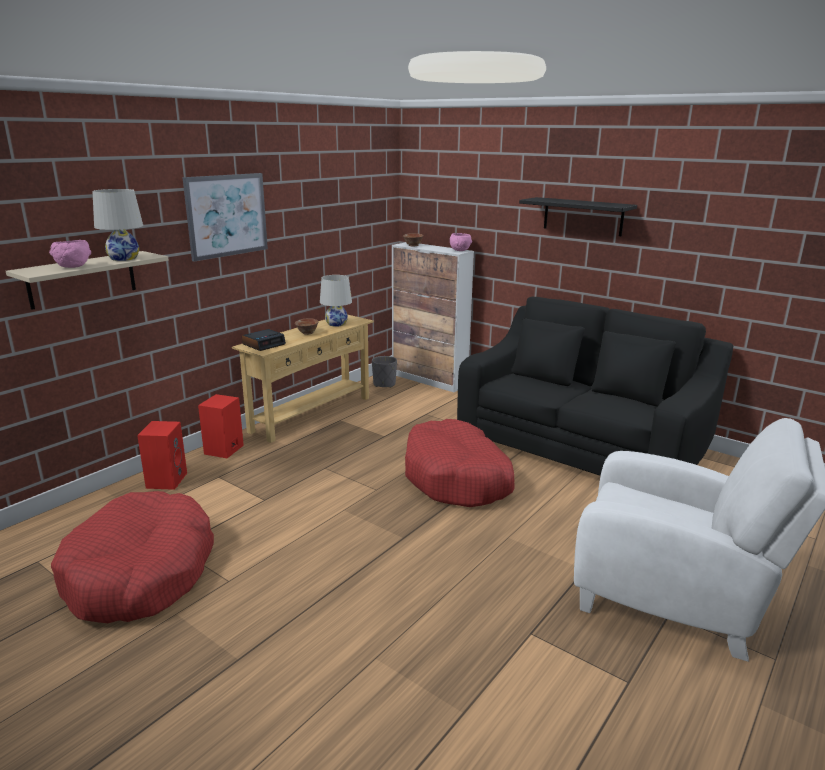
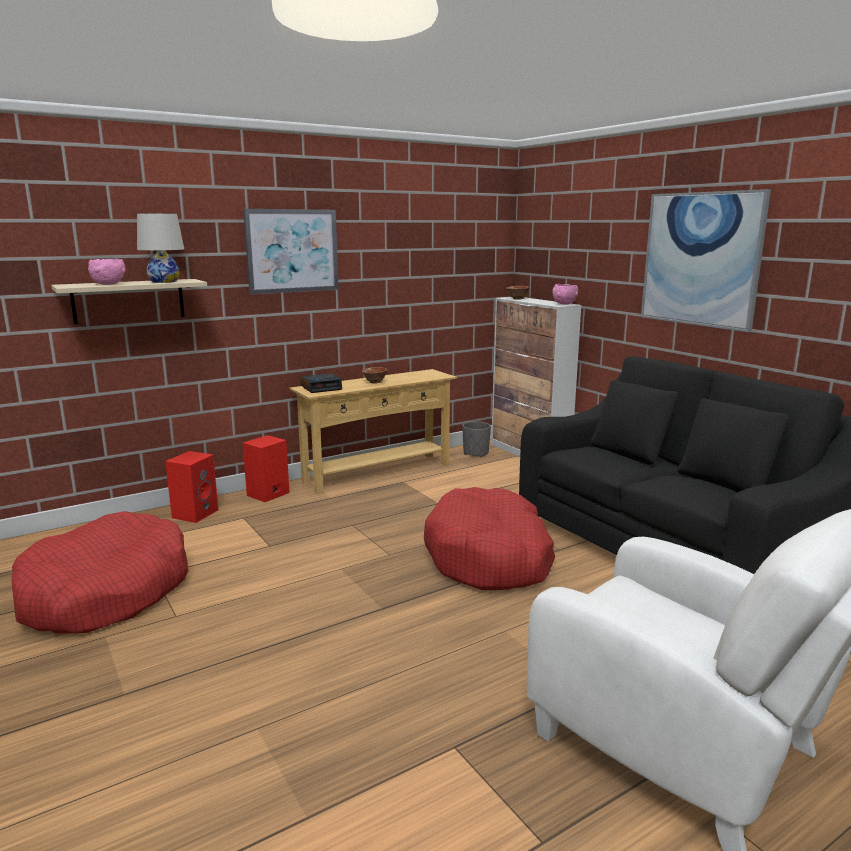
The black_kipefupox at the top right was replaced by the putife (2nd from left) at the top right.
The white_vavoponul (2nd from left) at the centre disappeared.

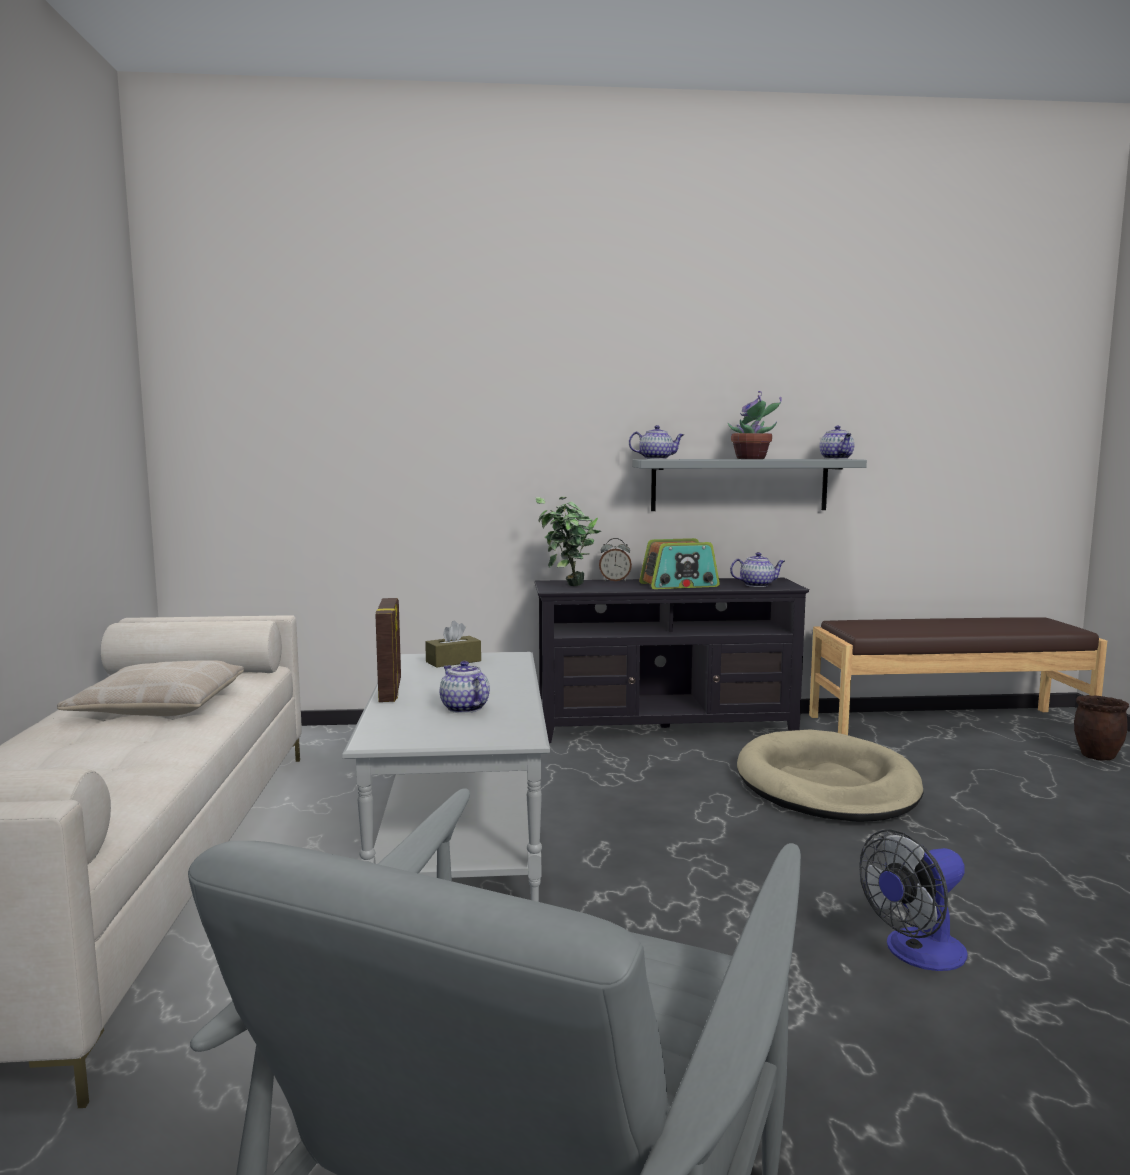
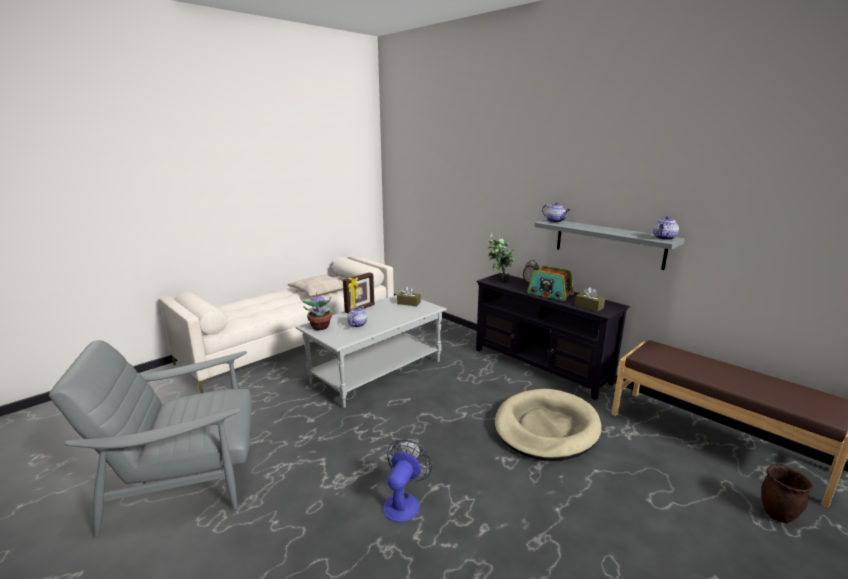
The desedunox (2nd from left in the first image) moved from the middle right to the centre.
The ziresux at the bottom right turned 90 degrees clockwise.
The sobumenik (3rd from left) at the middle right was replaced by the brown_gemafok (2nd from left) at the middle right.

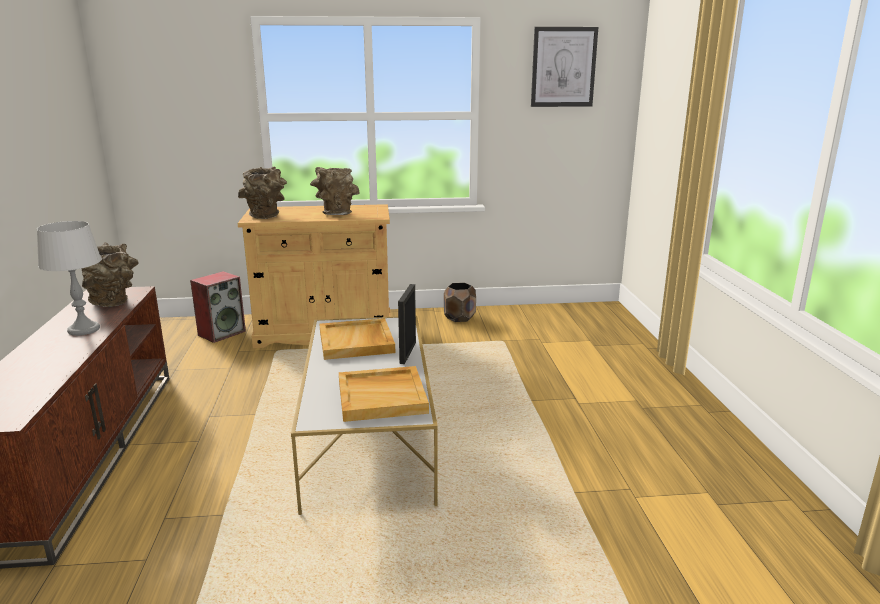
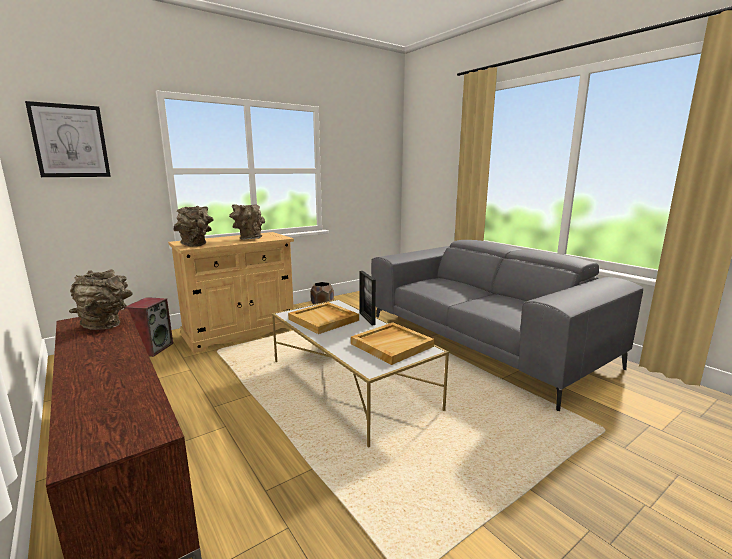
The putife moved from the top centre to the top left.
The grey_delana at the middle right appeared.
The grey_vavoponul at the middle left disappeared.

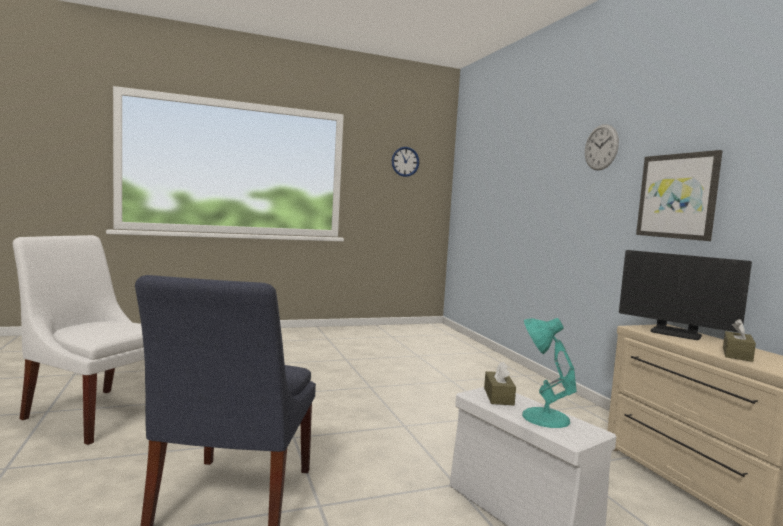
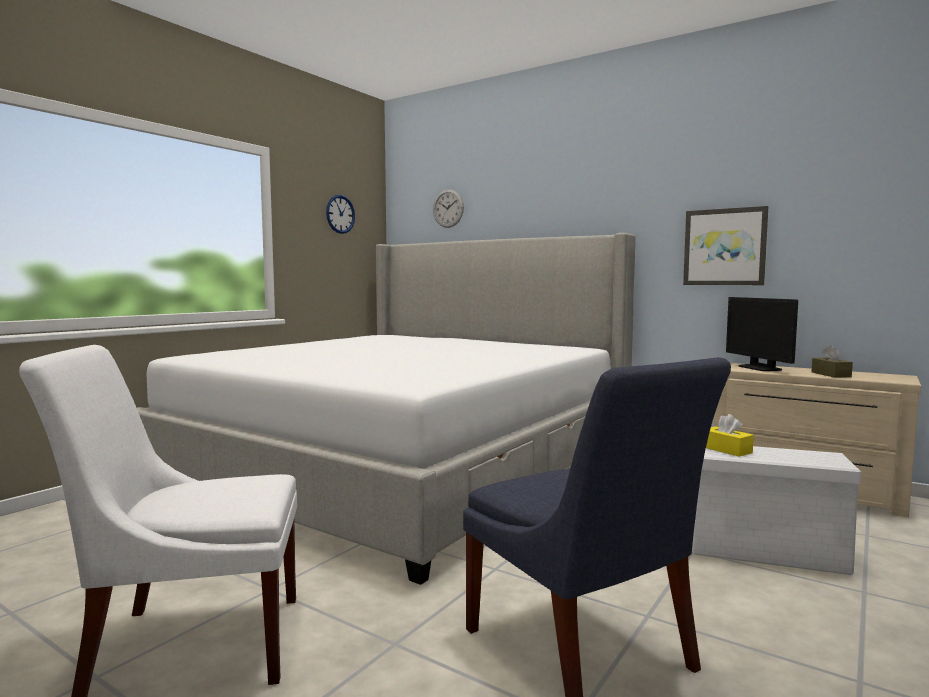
The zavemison at the centre appeared.
The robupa (2nd from left) moved from the top right to the top centre.
The brown_gemafok (1st from left) at the bottom centre became the yellow_gemafok at the middle right.
The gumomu at the middle right turned 75 degrees clockwise.
The turquoise_vavoponul at the bottom right disappeared.

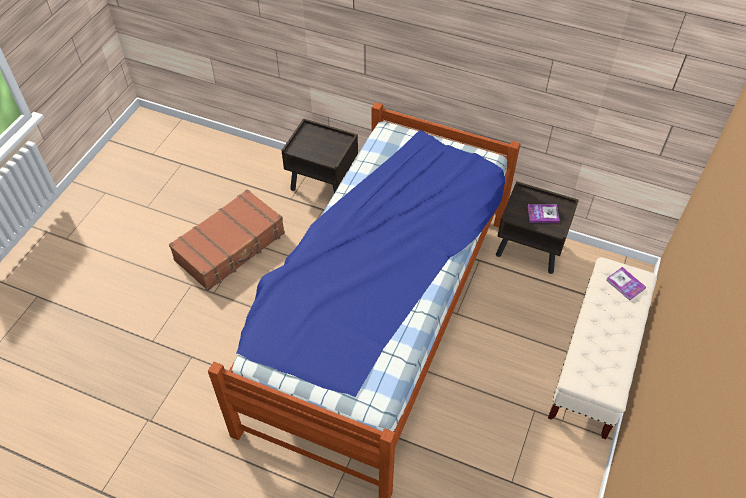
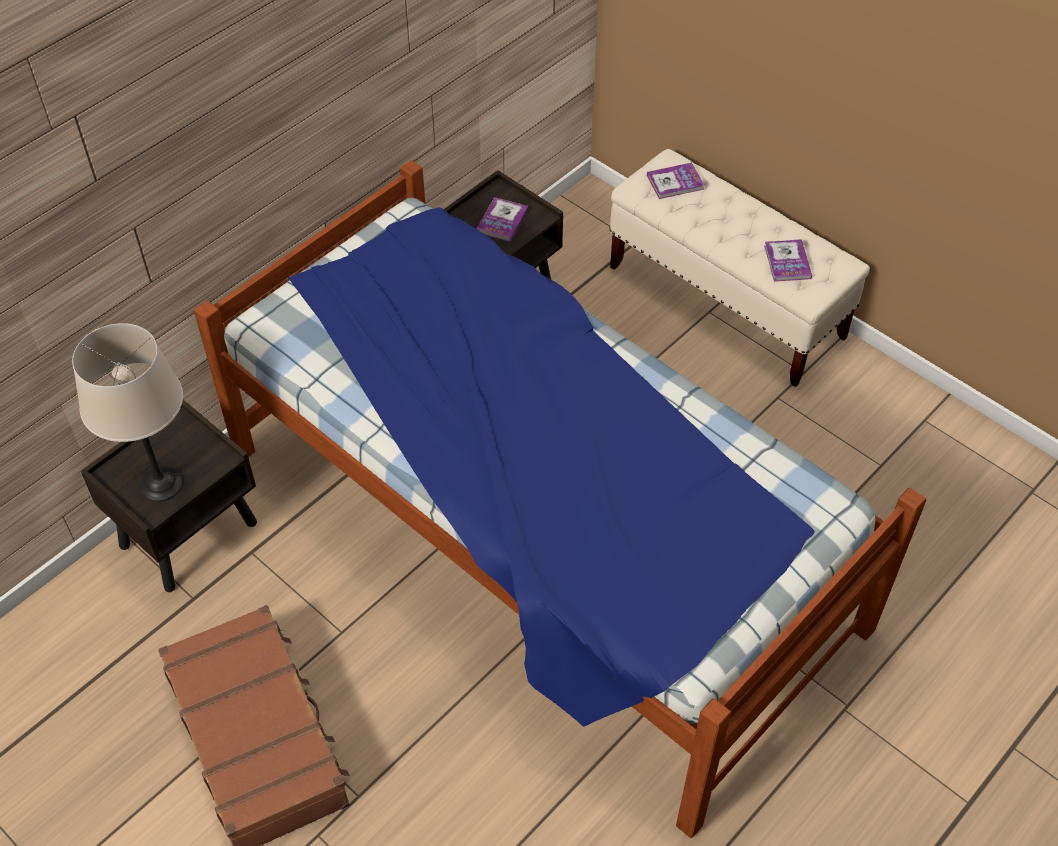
The beige_vavoponul at the middle left appeared.
The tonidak (3rd from left) at the top right appeared.

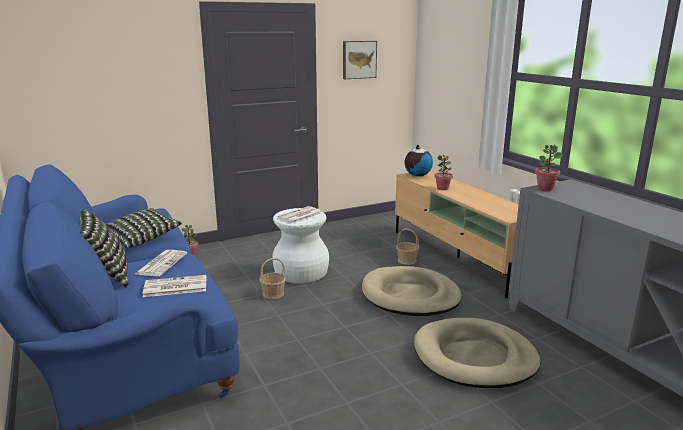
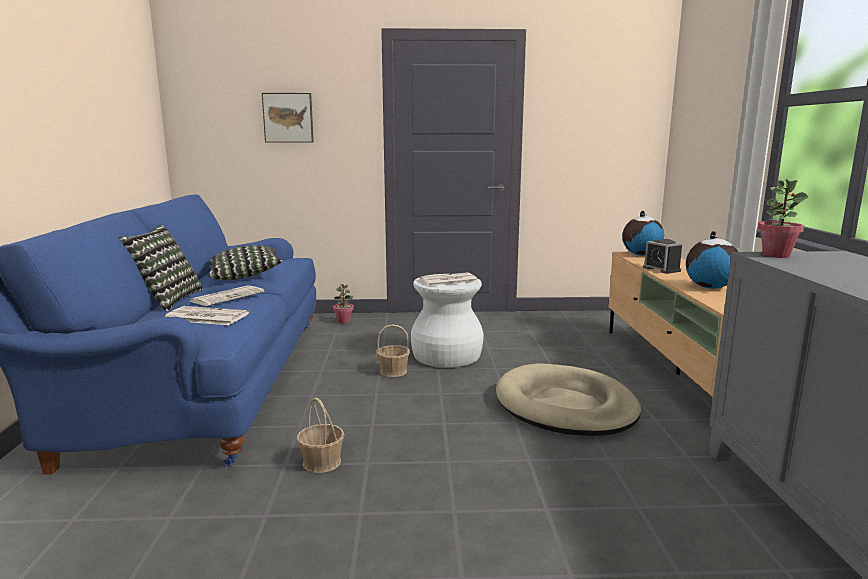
The putife moved from the top centre to the top left.
The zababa (2nd from left in the first image) moved from the centre to the bottom centre.
The desedunox (2nd from left) at the centre was replaced by the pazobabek at the middle right.
The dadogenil (2nd from left) at the middle right appeared.
The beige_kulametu (2nd from left) at the bottom right disappeared.

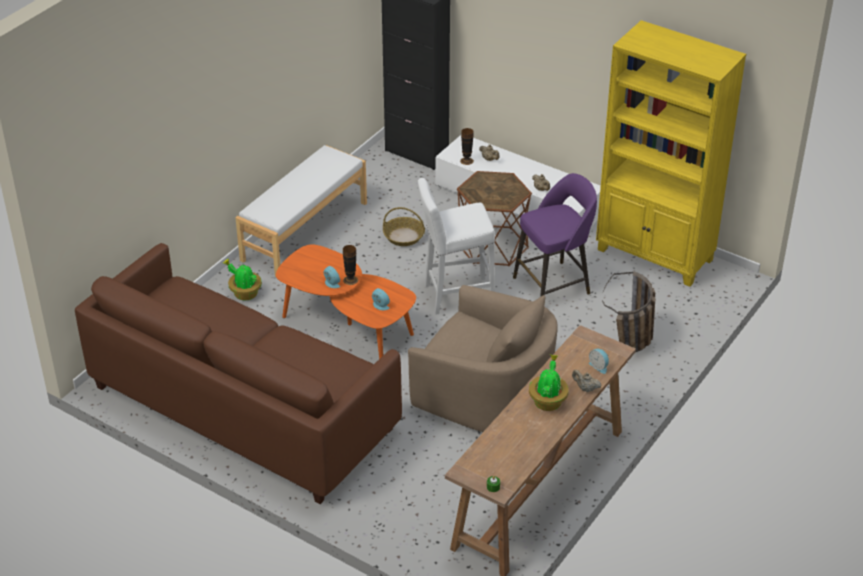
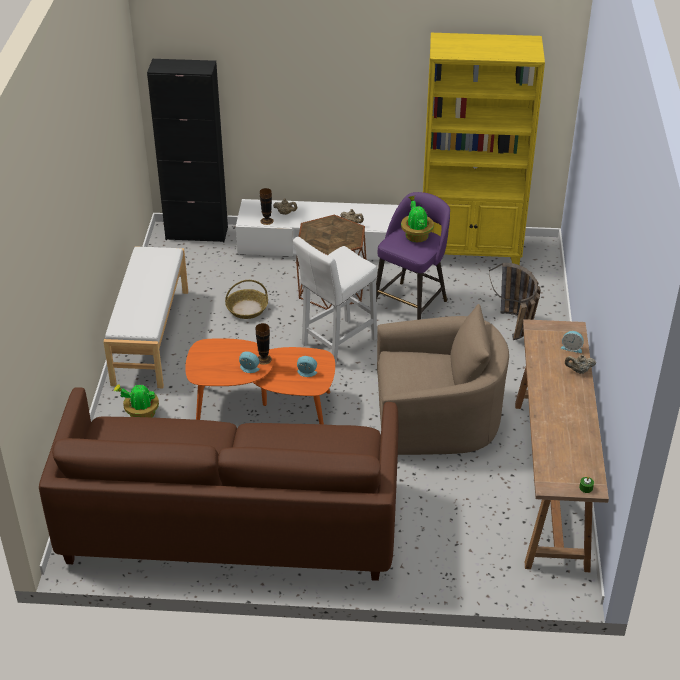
The desedunox (2nd from left) moved from the centre to the top centre.

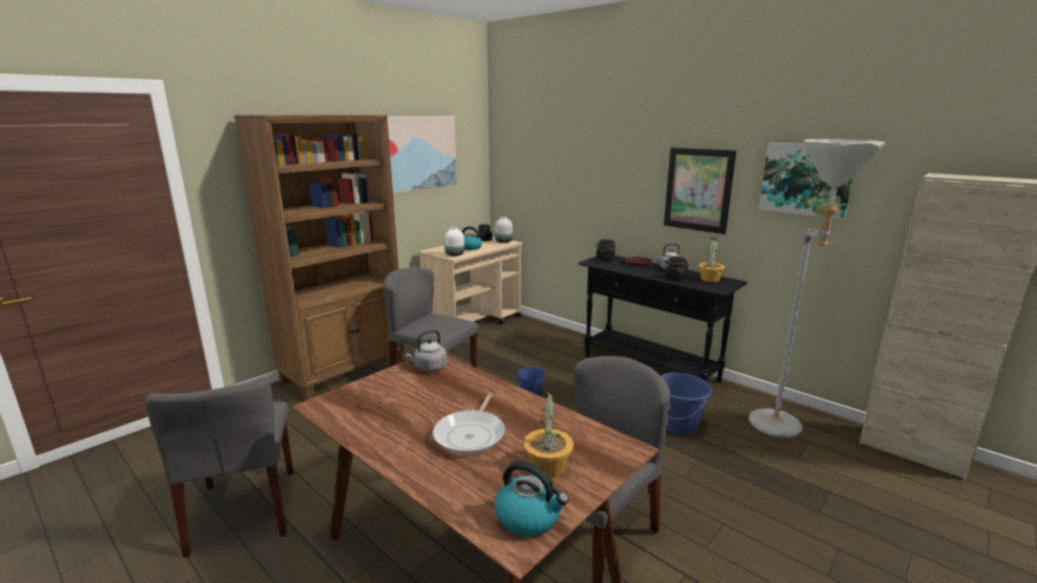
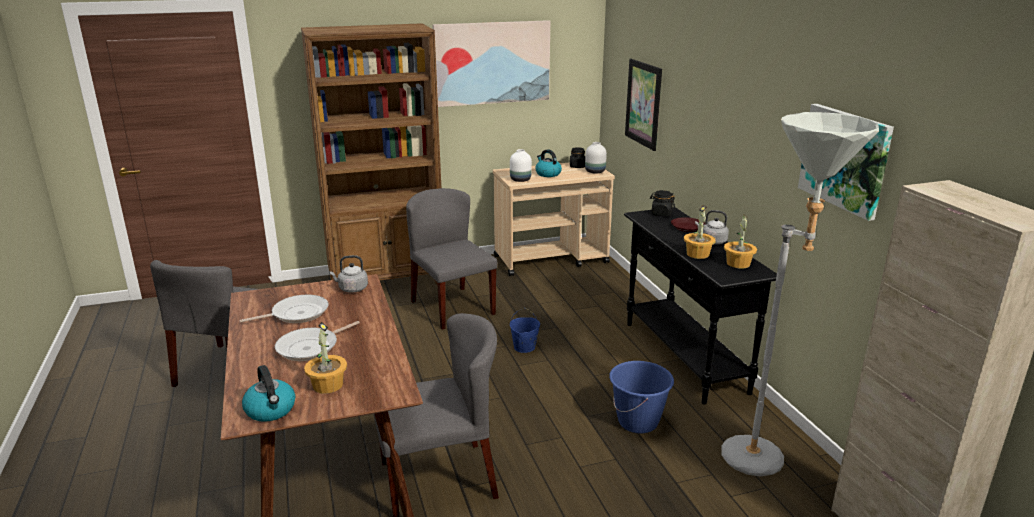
The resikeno (1st from left) at the middle left appeared.
The putife (2nd from left) moved from the top right to the top centre.
The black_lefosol (3rd from left) at the centre was replaced by the desedunox (2nd from left) at the middle right.

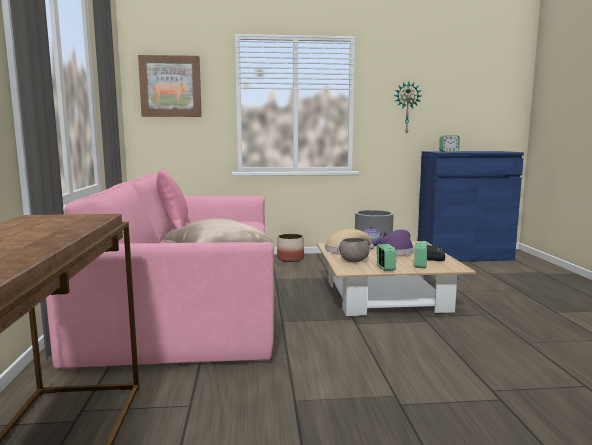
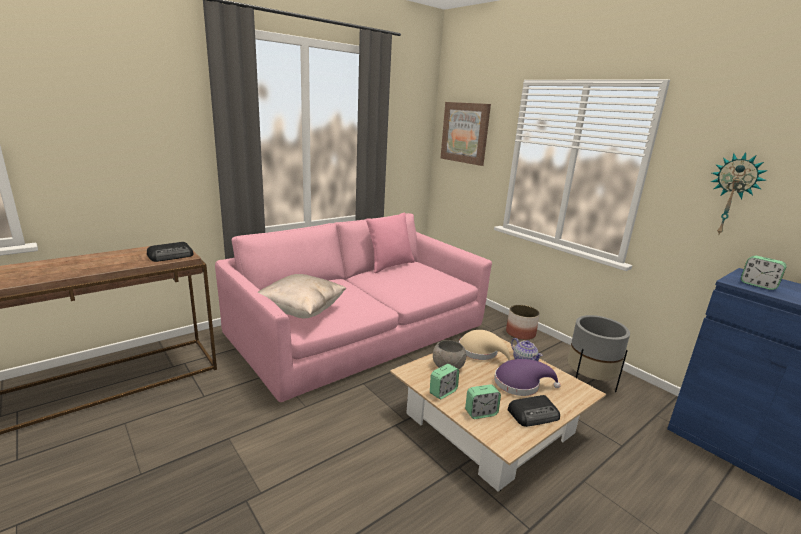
The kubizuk (1st from left) at the middle left appeared.

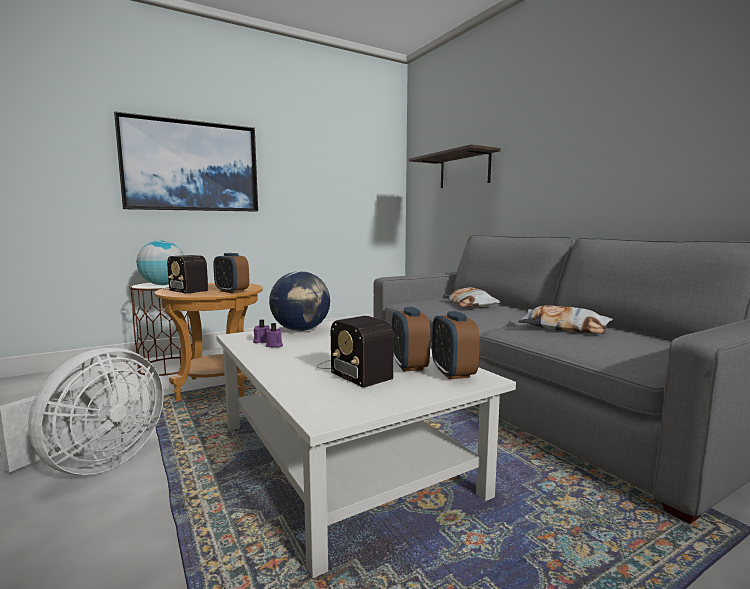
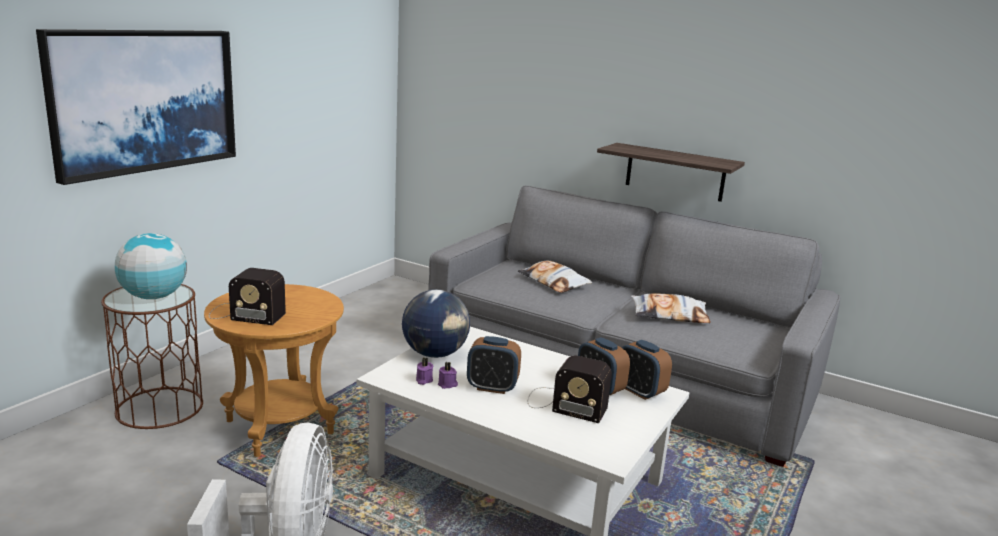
The pazobabek (1st from left) moved from the middle left to the bottom centre.
The kipefupox moved from the top centre to the top right.

